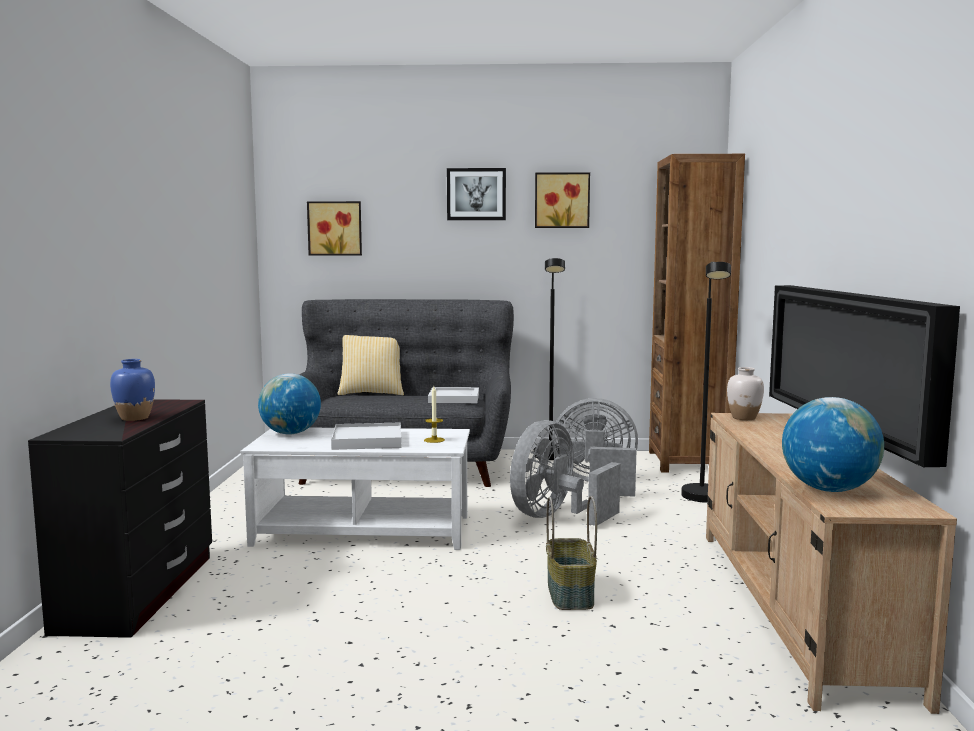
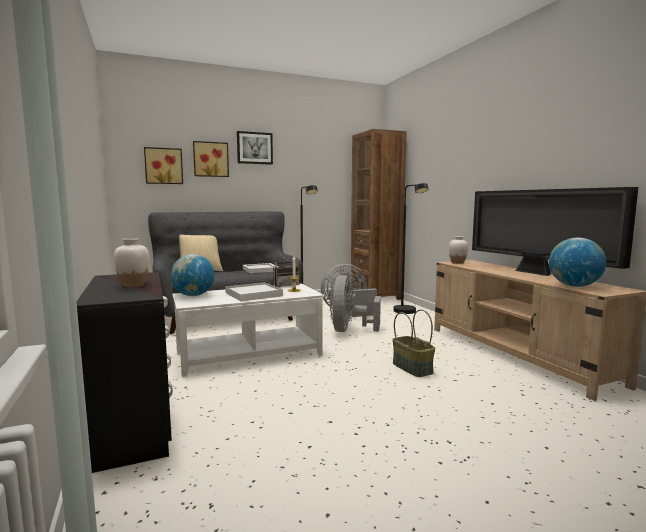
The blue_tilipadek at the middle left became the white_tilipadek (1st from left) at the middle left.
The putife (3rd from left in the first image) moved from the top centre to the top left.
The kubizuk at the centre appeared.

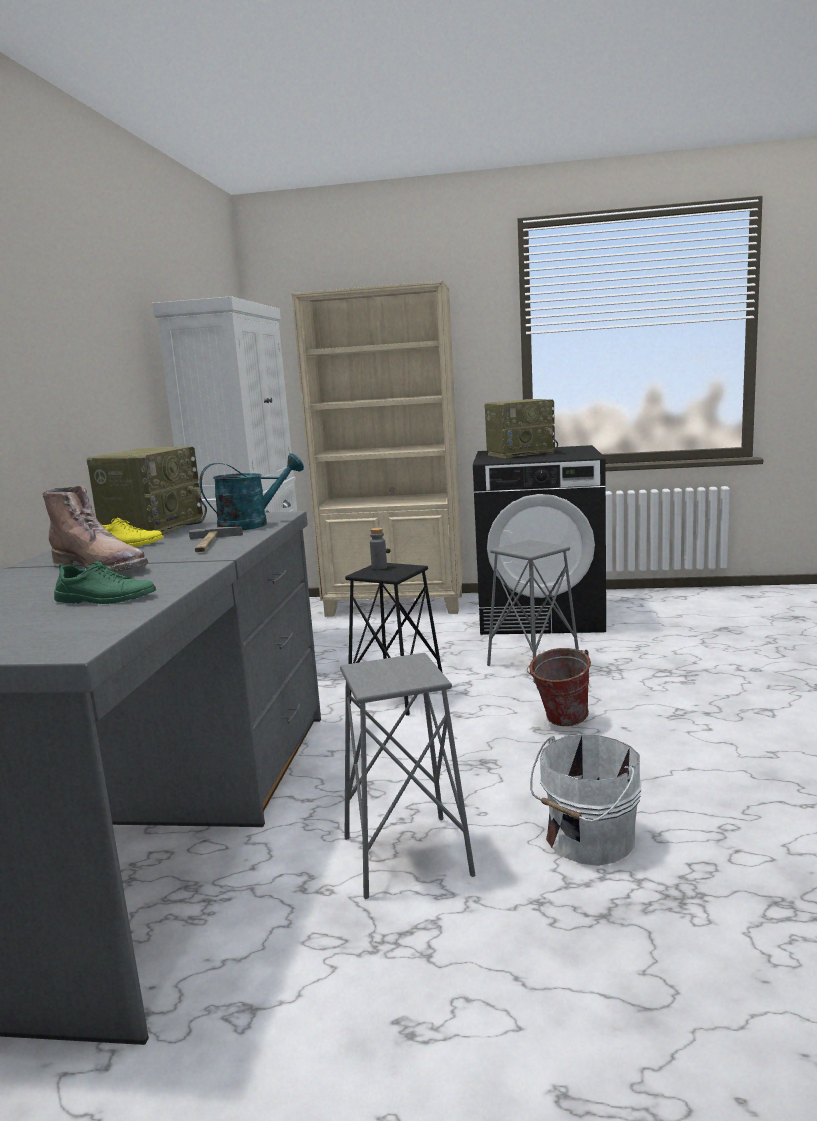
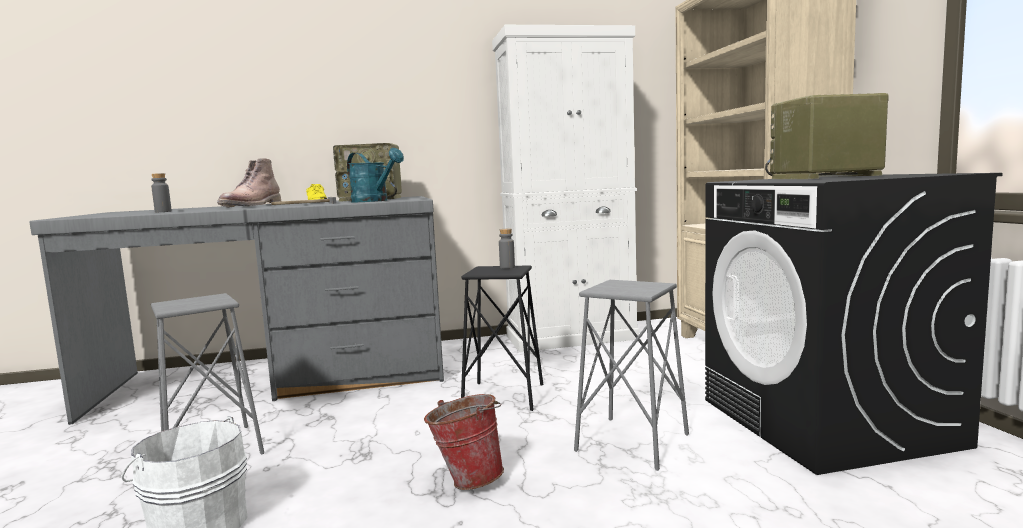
The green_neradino at the middle left was replaced by the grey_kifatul (1st from left) at the middle left.
The kubizuk (2nd from left) at the centre turned 120 degrees clockwise.

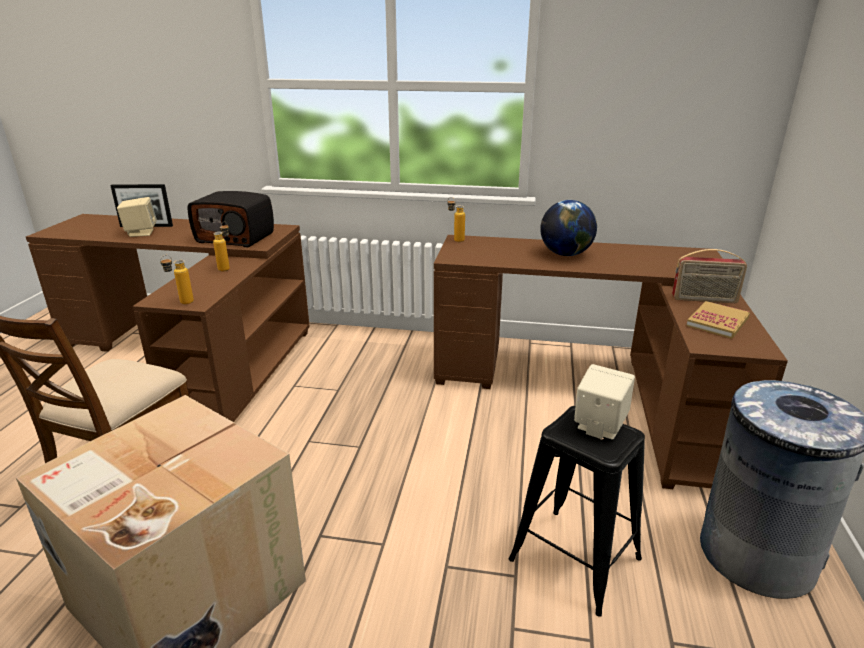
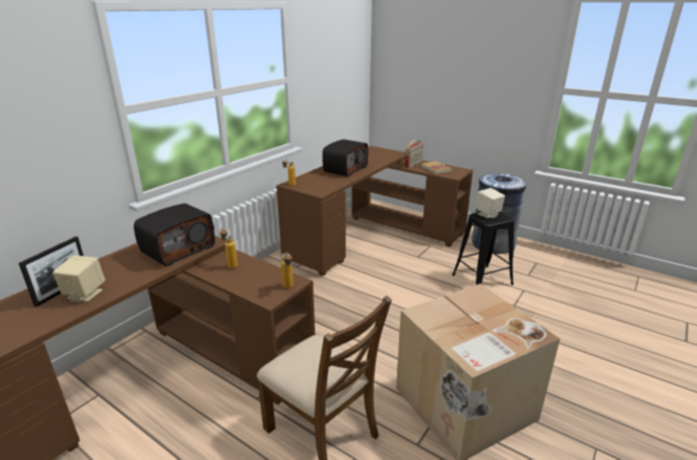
The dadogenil at the centre was replaced by the kubizuk (2nd from left) at the centre.

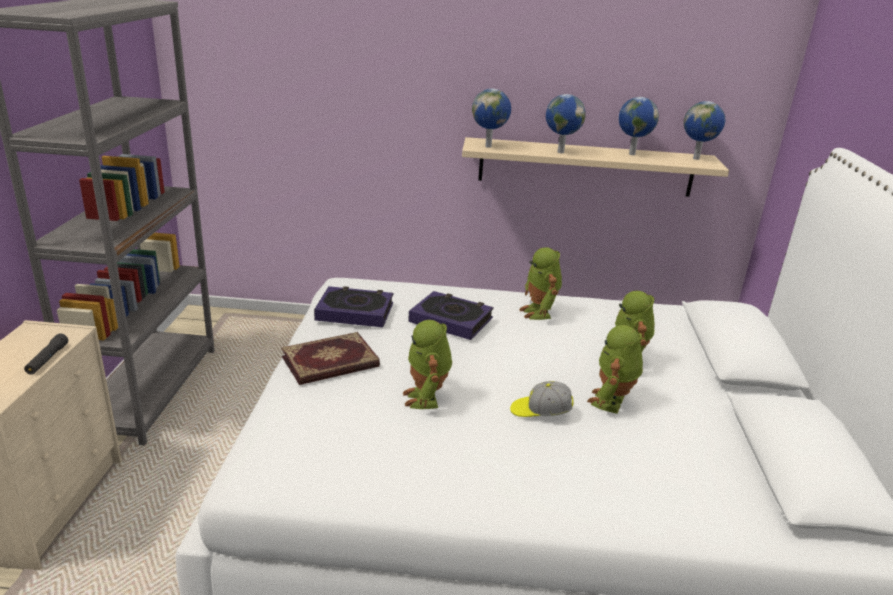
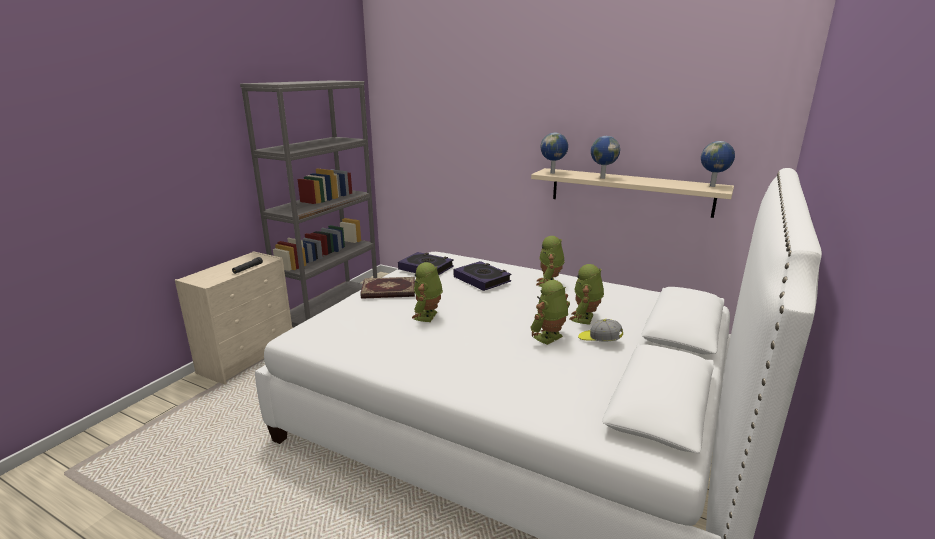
The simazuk moved from the bottom centre to the centre.
The dadogenil (3rd from left) at the top right disappeared.

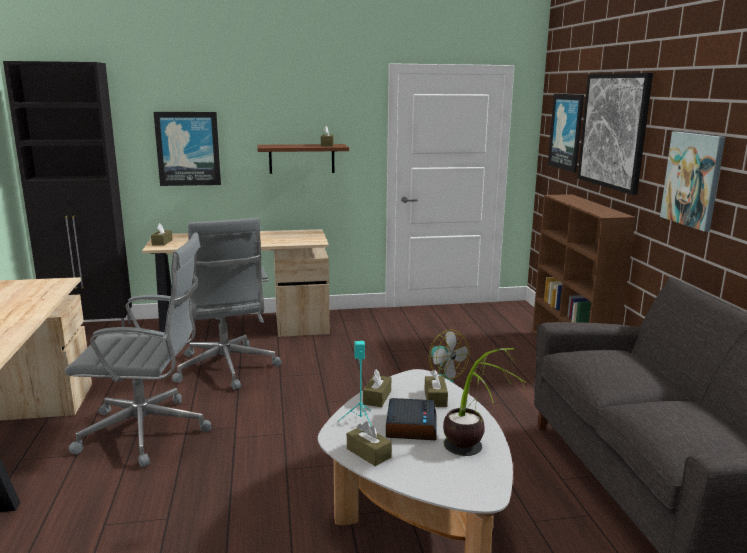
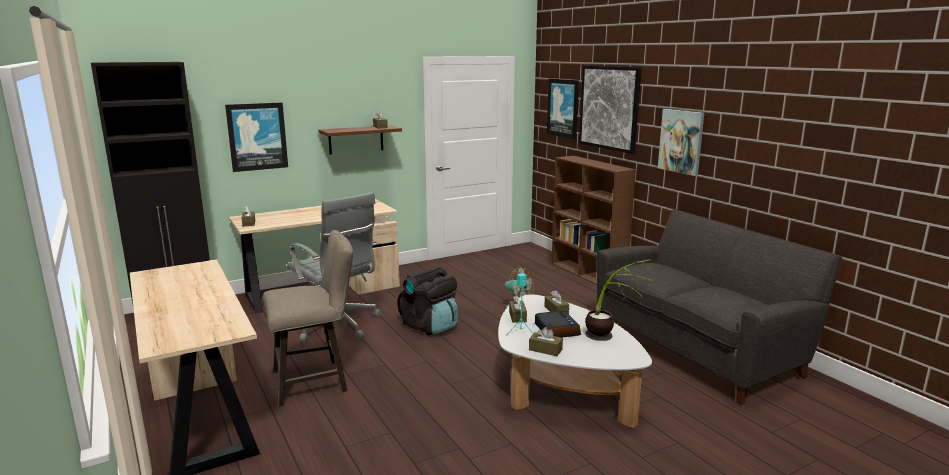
The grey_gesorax (1st from left) at the middle left was replaced by the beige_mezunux at the bottom left.
The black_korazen at the centre appeared.

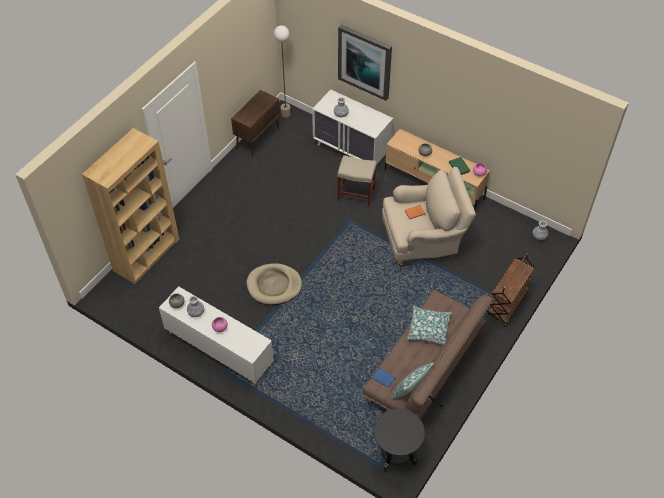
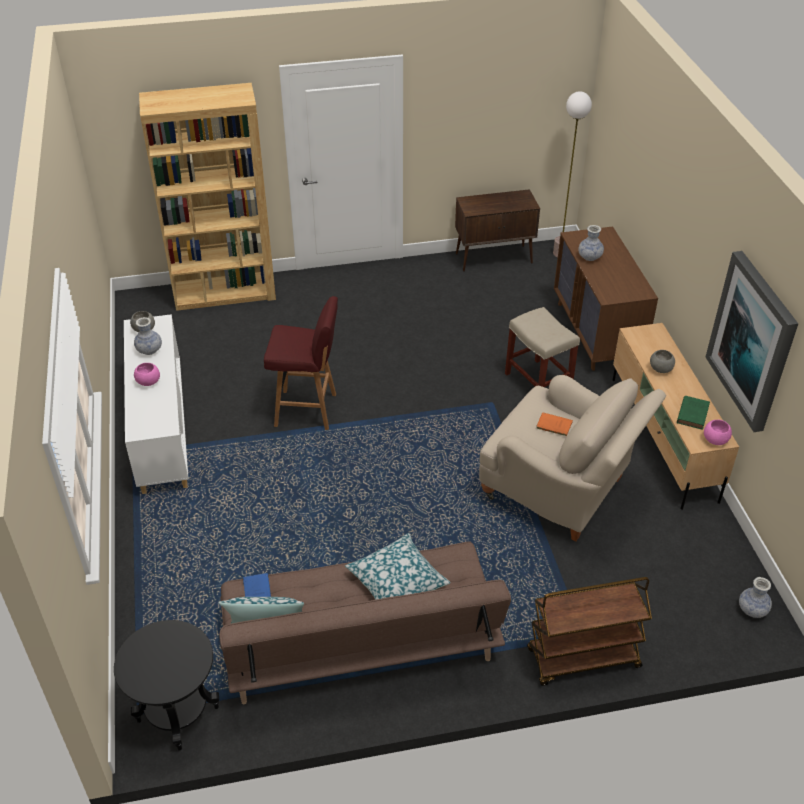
The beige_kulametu at the centre was replaced by the red_mezunux at the centre.
The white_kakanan at the top centre became the brown_kakanan at the middle right.
The putife moved from the top centre to the middle right.

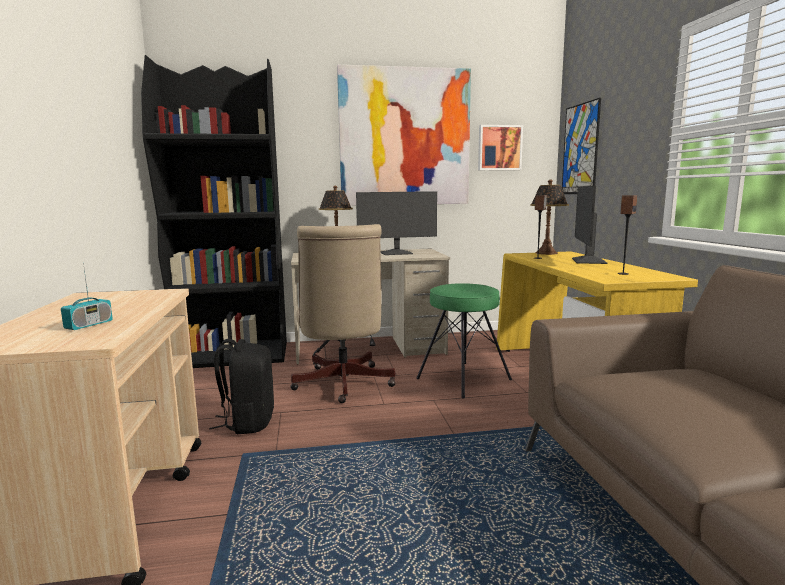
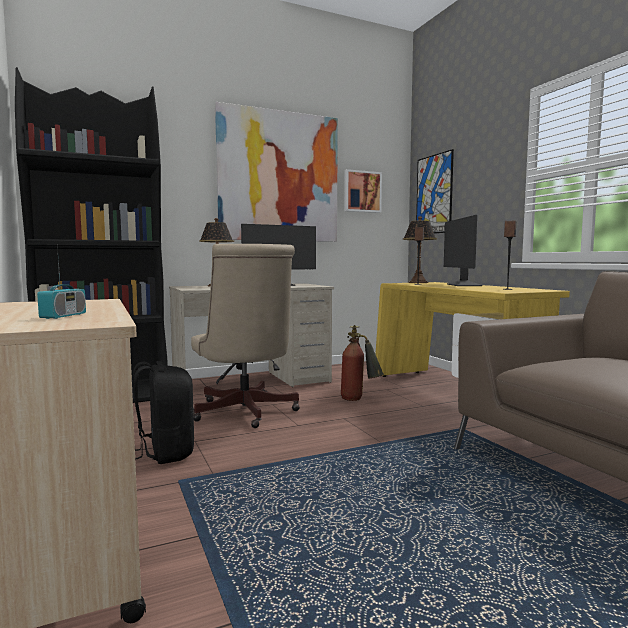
The green_mezunux at the centre was replaced by the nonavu at the centre.

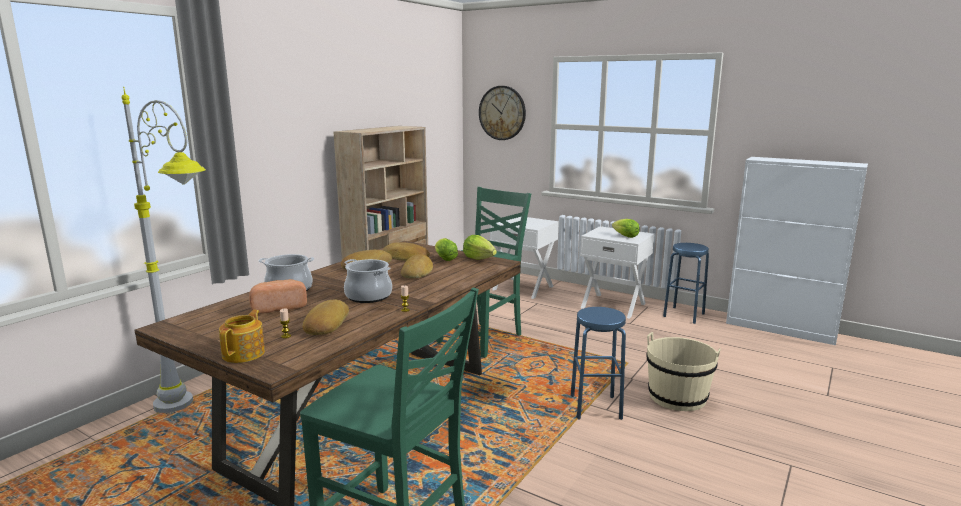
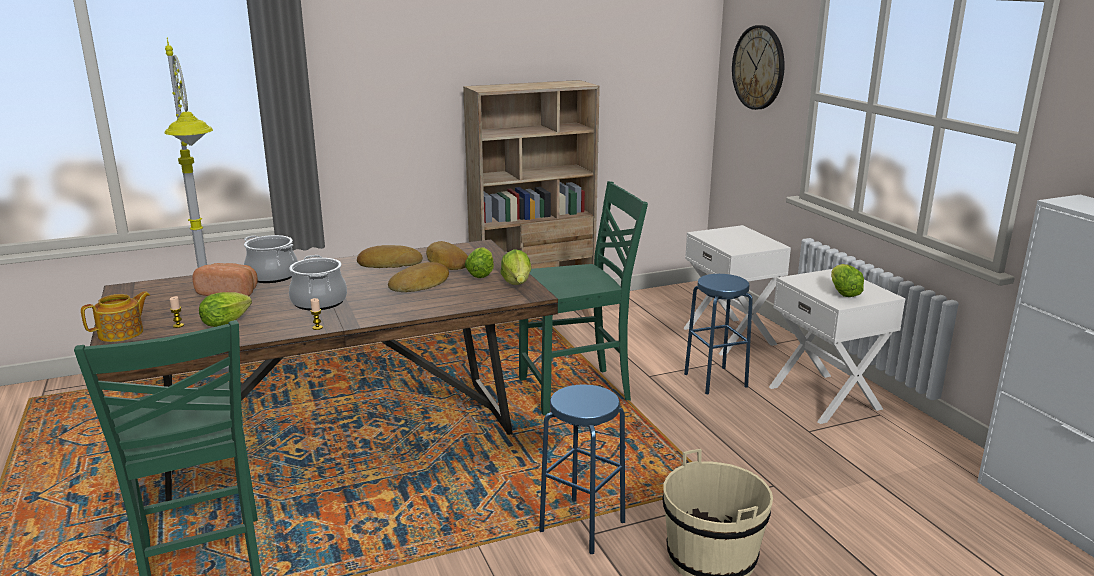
The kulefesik (2nd from left) at the centre was replaced by the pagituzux (1st from left) at the middle left.
The blue_mezunux (2nd from left) moved from the middle right to the centre.

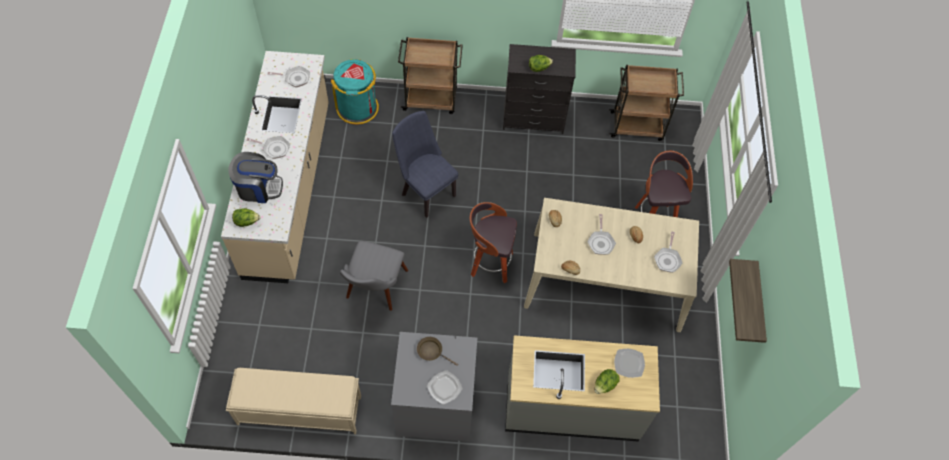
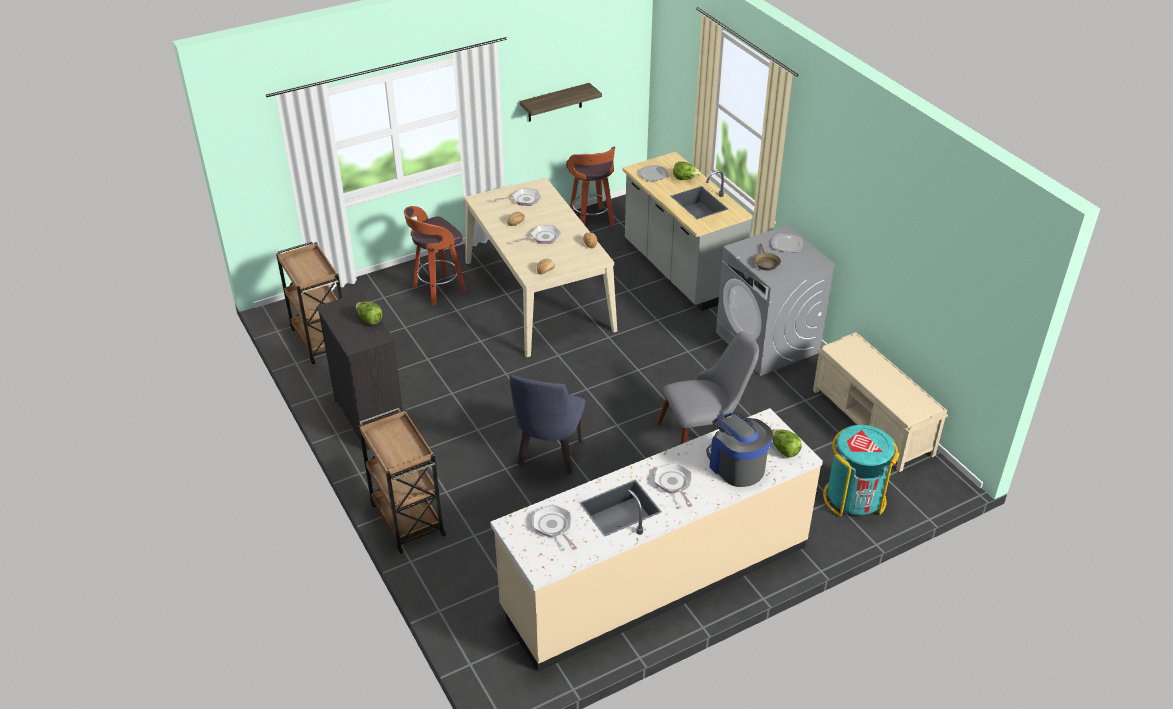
The mezunux (1st from left in the first image) moved from the centre to the top centre.
The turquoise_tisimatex moved from the top centre to the middle right.

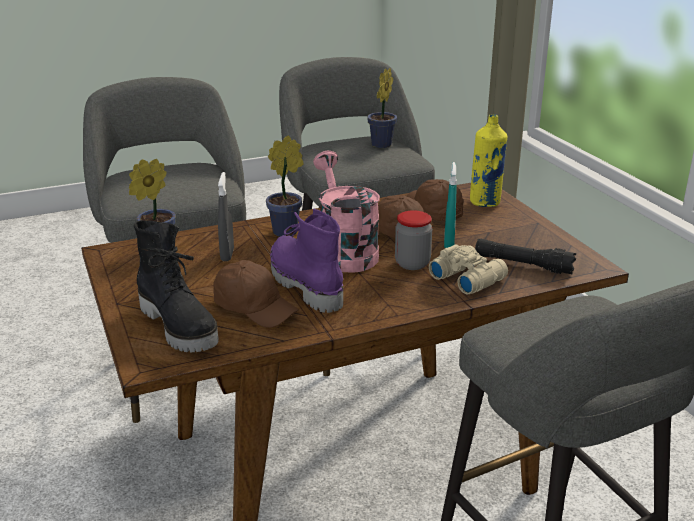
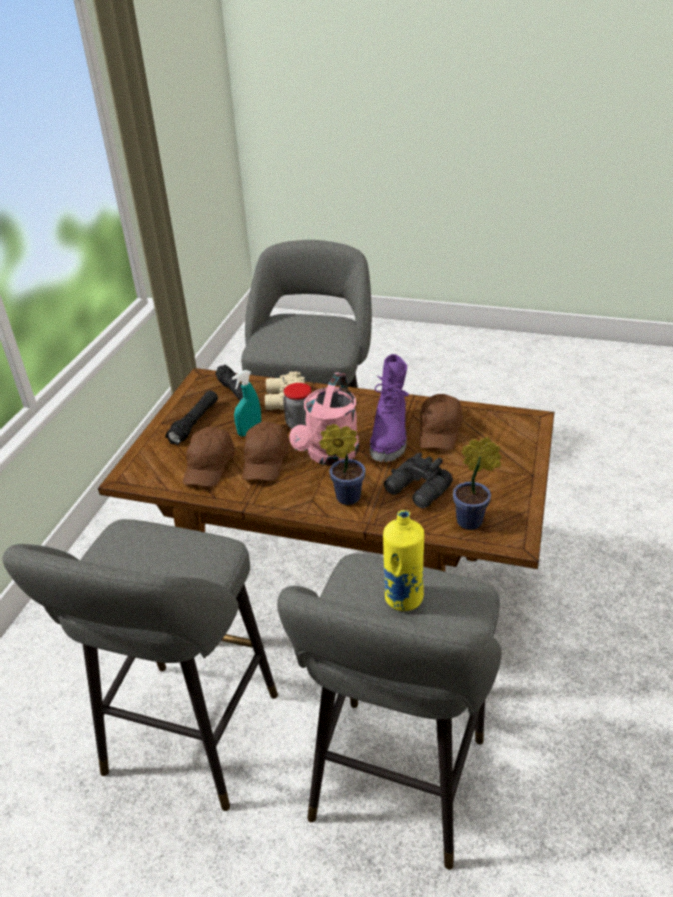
The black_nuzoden (1st from left) at the middle left appeared.
The yellow_kifatul moved from the top right to the centre.
The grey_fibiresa at the middle left was replaced by the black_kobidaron at the centre.
The brown_simazuk (1st from left in the first image) at the centre turned 150 degrees counterclockwise.
The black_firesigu at the middle left disappeared.
The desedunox (3rd from left) at the top centre disappeared.

